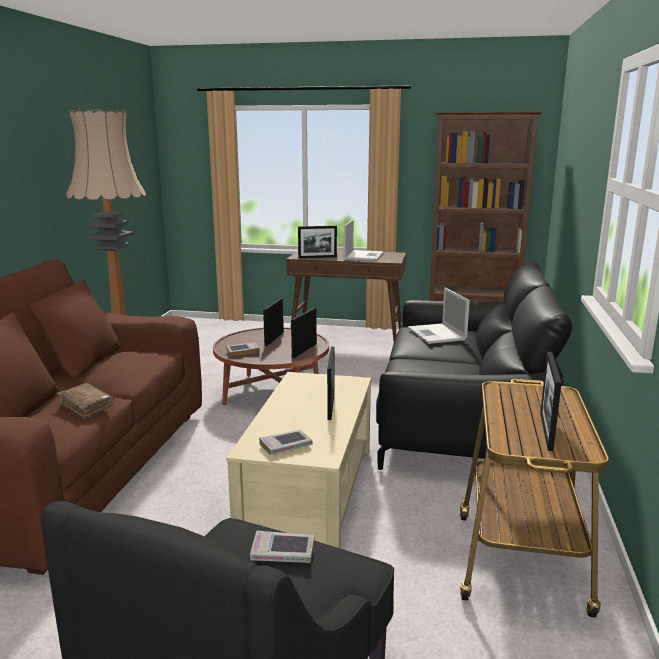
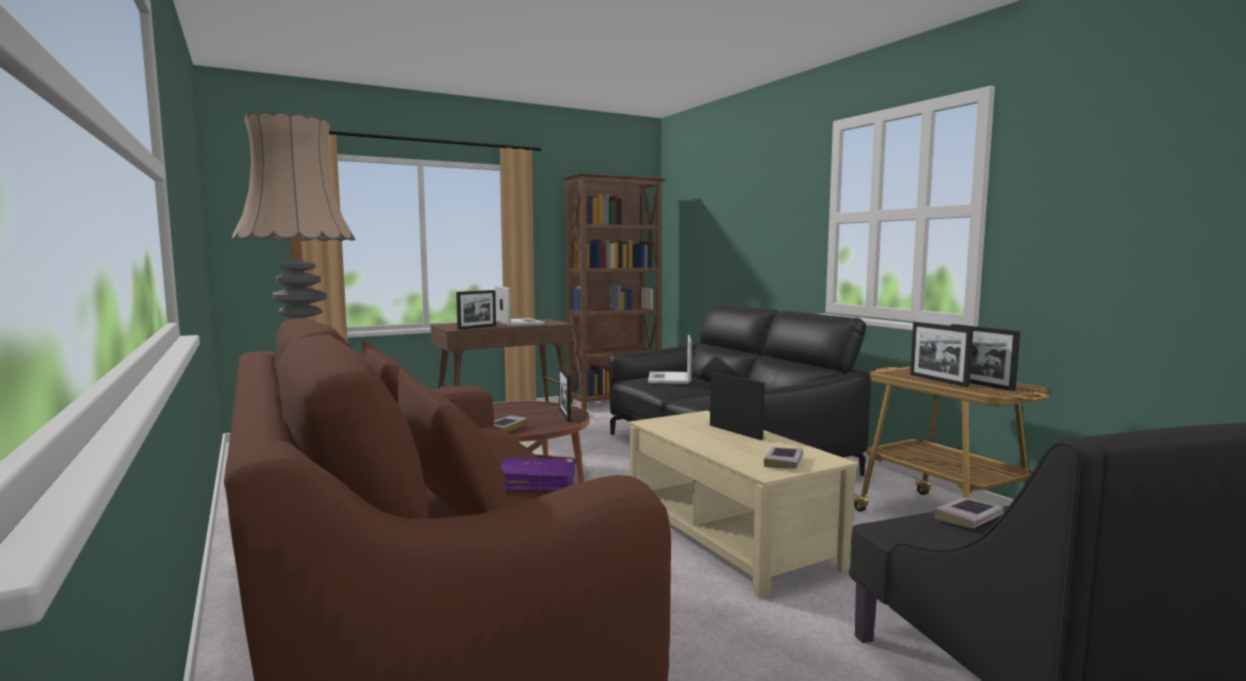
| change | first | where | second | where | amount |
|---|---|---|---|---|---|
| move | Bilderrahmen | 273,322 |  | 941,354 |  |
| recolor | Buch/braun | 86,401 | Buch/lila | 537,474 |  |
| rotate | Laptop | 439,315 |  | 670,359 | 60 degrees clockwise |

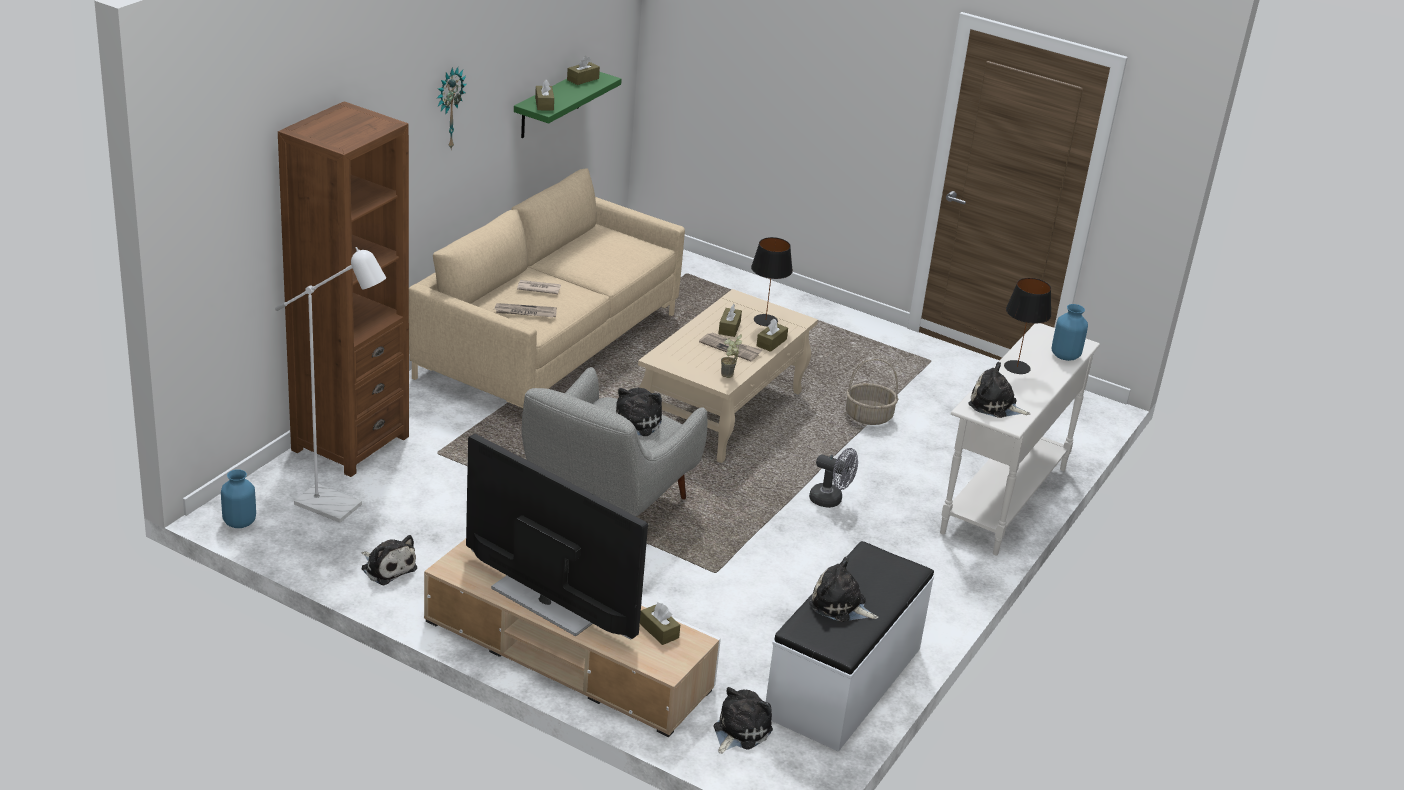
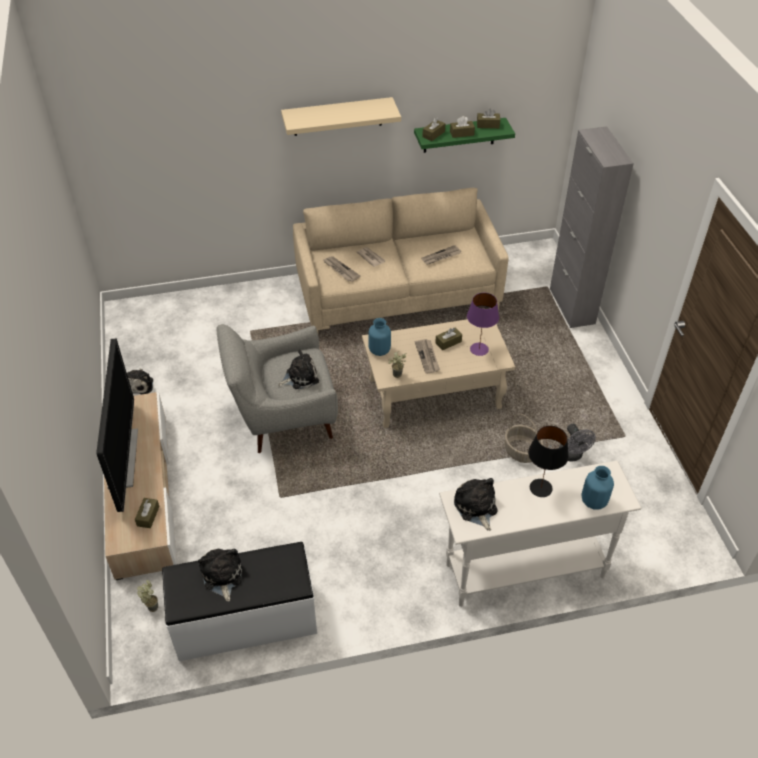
| change | first | where | second | where | amount |
|---|---|---|---|---|---|
| delete | Stehlampe/weiß | 330,385 |  |  |  |
| delete | Bücherregal/braun | 343,289 |  |  |  |
| insert |  |  | Zeitung | 441,255 |  |
| insert |  |  | Schrank/grau | 592,227 |  |
| move | Vase/blau | 238,498 |  | 379,337 |  |
| move | Taschentuchbox/braun | 772,335 |  | 462,127 |  |
| move | Ventilator/grau | 833,478 |  | 577,443 |  |
| replace | Wanduhr | 451,108 | Wandregal/beige | 341,116 |  |
| replace | Plüschtier | 743,720 | Topfpflanze | 147,596 |  |
| recolor | Tischlampe/schwarz | 772,281 | Tischlampe/lila | 483,324 |  |

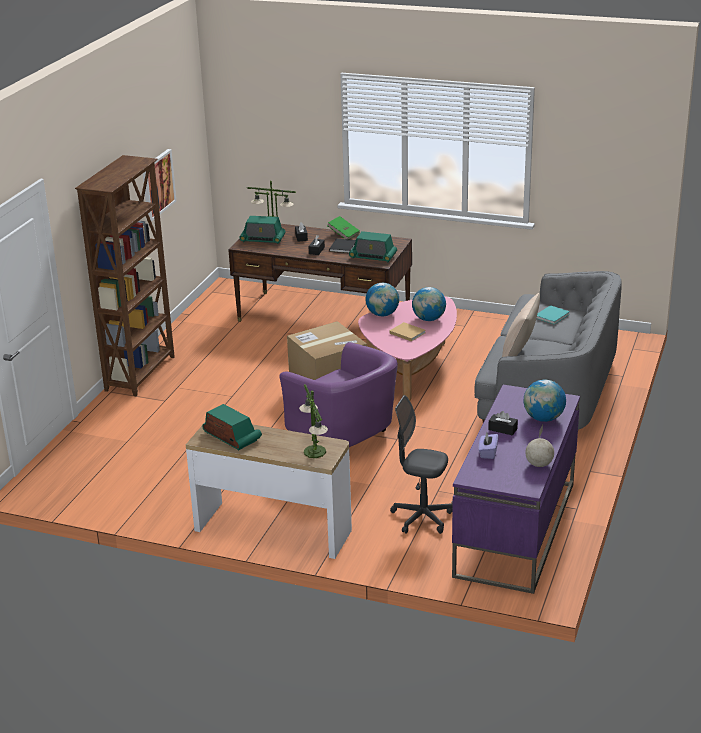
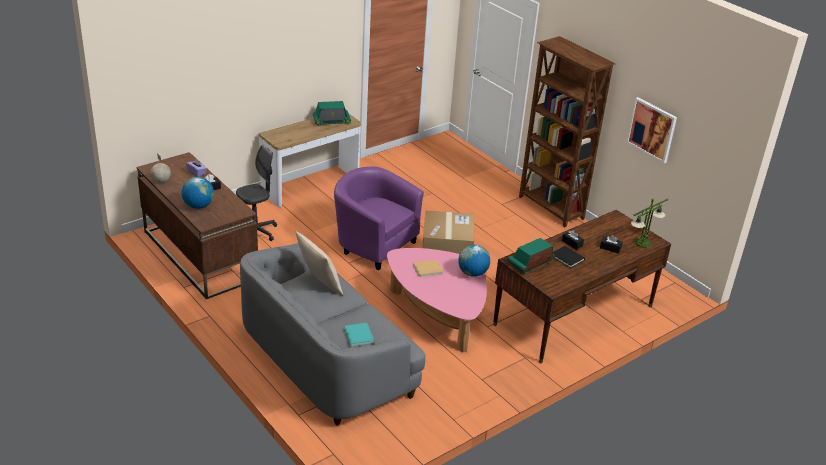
| change | first | where | second | where | amount |
|---|---|---|---|---|---|
| delete | Radio | 262,230 |  |  |  |
| delete | Tischlampe | 313,421 |  |  |  |
| delete | Buch/grün | 343,227 |  |  |  |
| delete | Globus | 429,304 |  |  |  |
| recolor | Schreibtisch/lila | 516,489 | Schreibtisch/braun | 197,225 |  |
| rotate | Sessel/lila | 338,394 |  | 379,219 | 45 degrees clockwise |

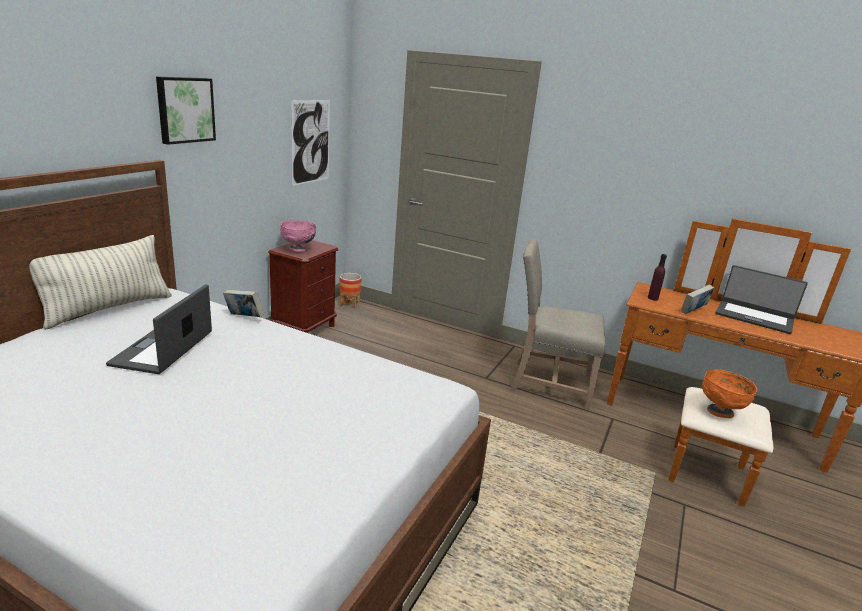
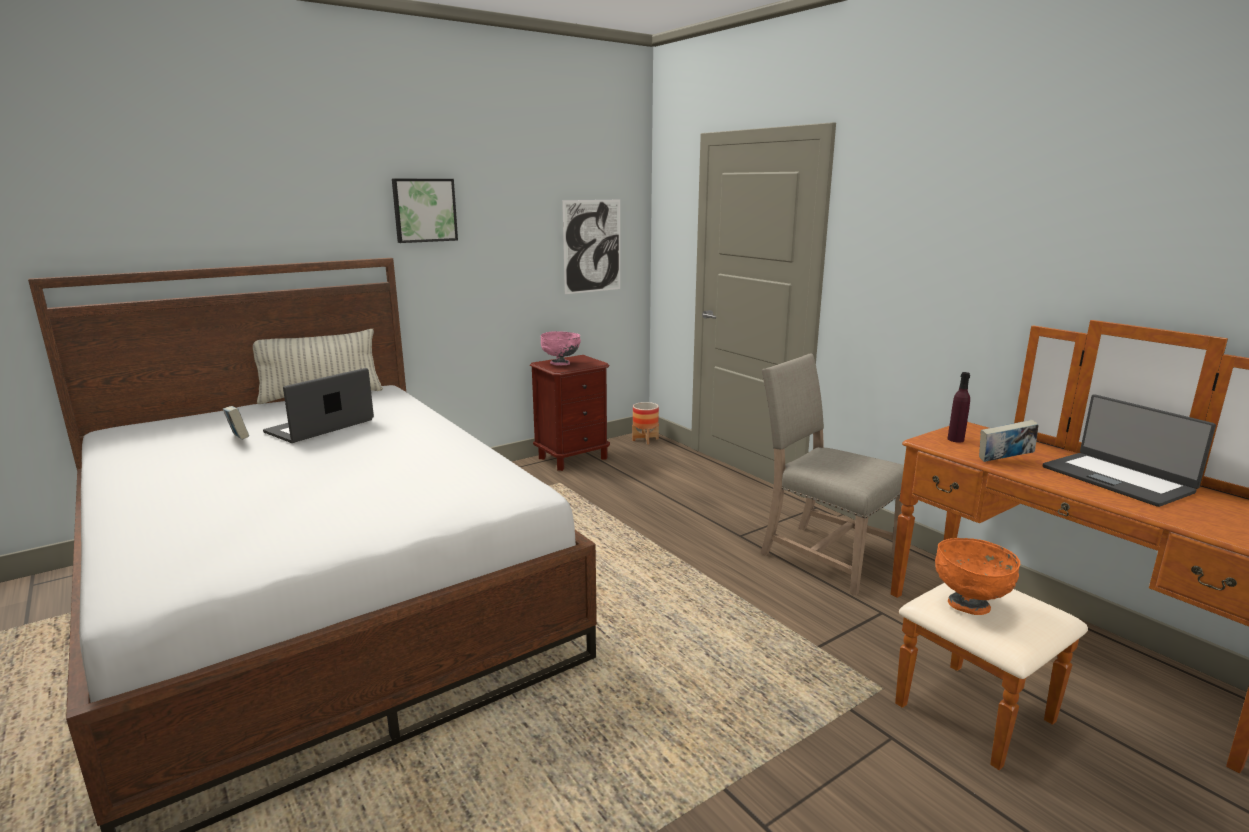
| change | first | where | second | where | amount |
|---|---|---|---|---|---|
| move | Buch | 244,303 |  | 236,423 |  |

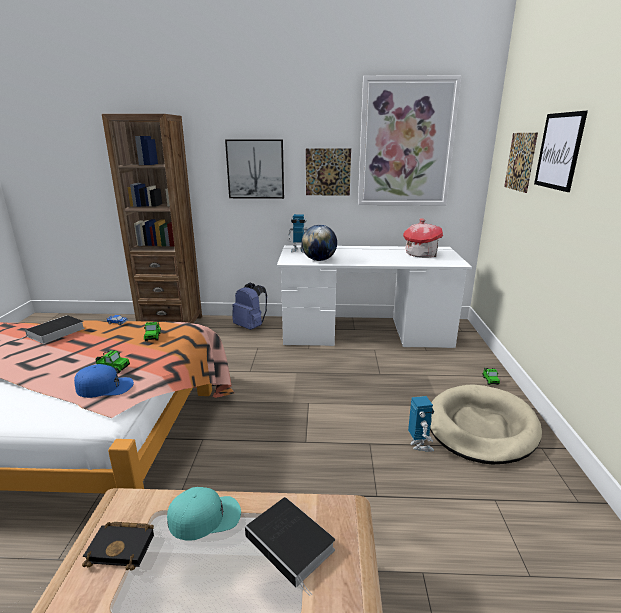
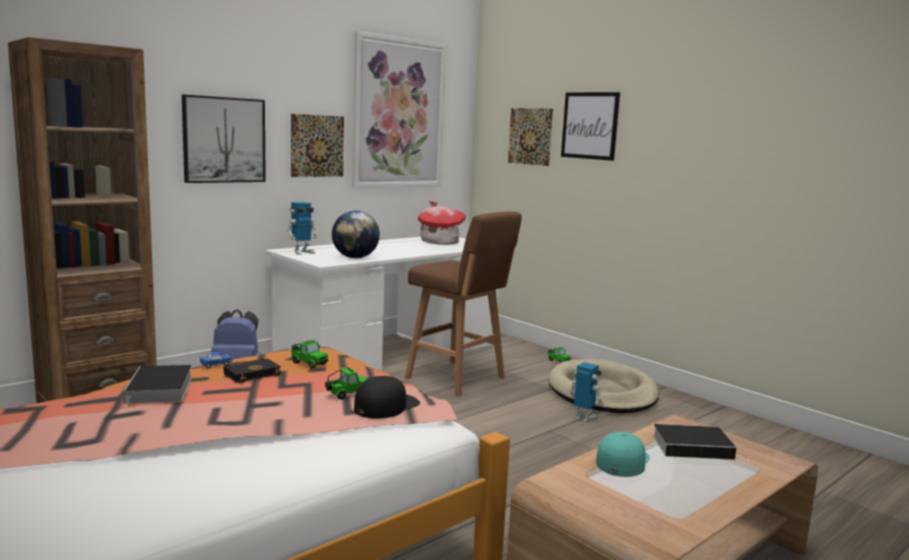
| change | first | where | second | where | amount |
|---|---|---|---|---|---|
| insert |  |  | Hocker/braun | 463,304 |  |
| move | Buch/schwarz | 118,546 |  | 252,370 |  |
| recolor | Kappe/blau | 104,381 | Kappe/schwarz | 387,397 |  |

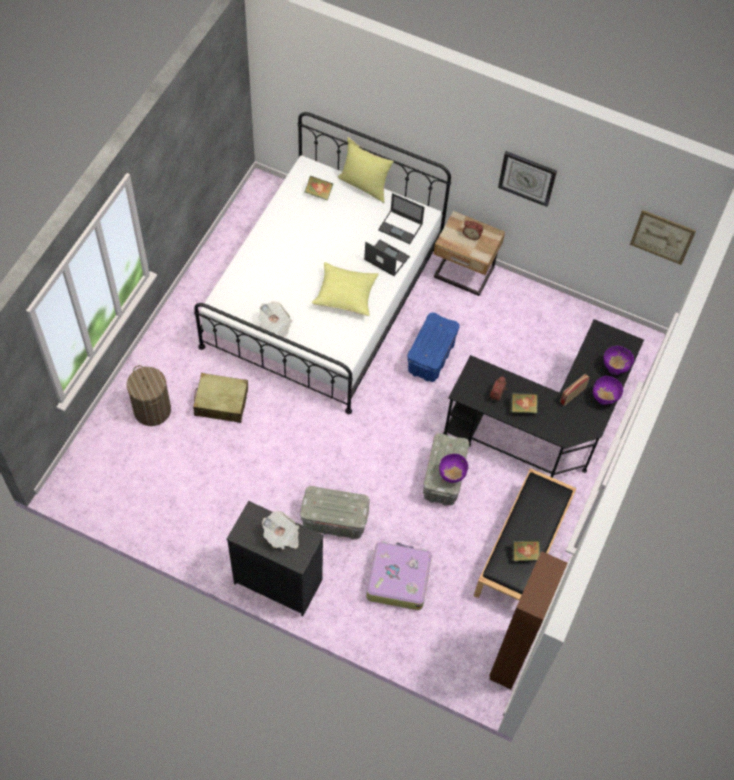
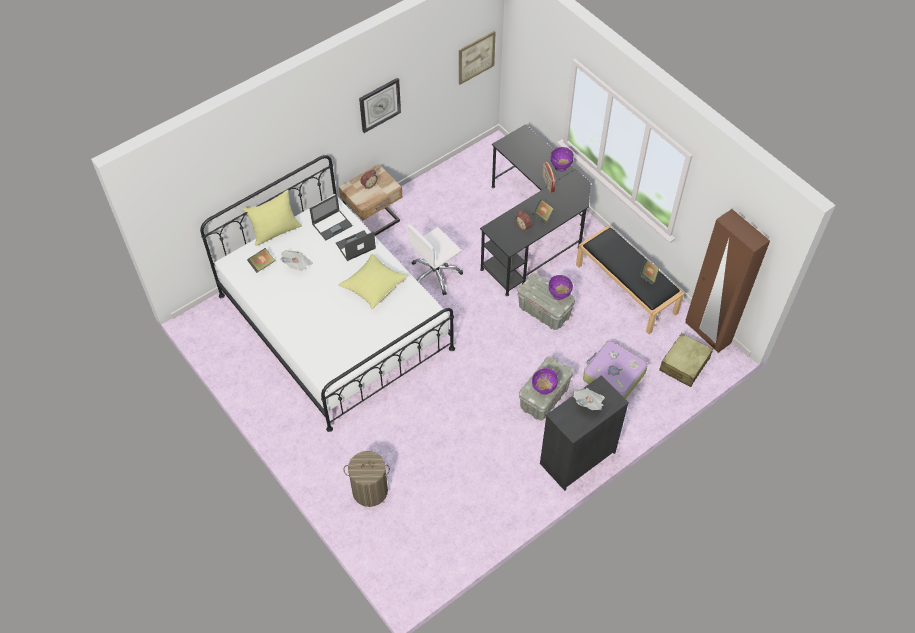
| change | first | where | second | where | amount |
|---|---|---|---|---|---|
| move | Koffer/beige | 220,398 |  | 686,360 |  |
| move | Zeitung | 275,319 |  | 296,260 |  |
| move | Schüssel/lila | 619,360 |  | 545,381 |  |
| replace | Aufbewahrungsbox/blau | 433,347 | Bürostuhl/weiß | 435,259 |  |

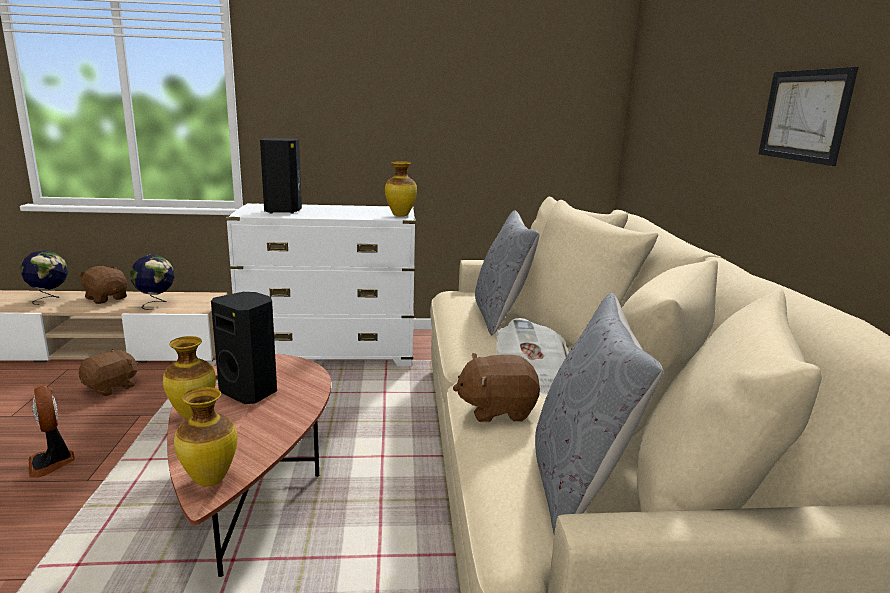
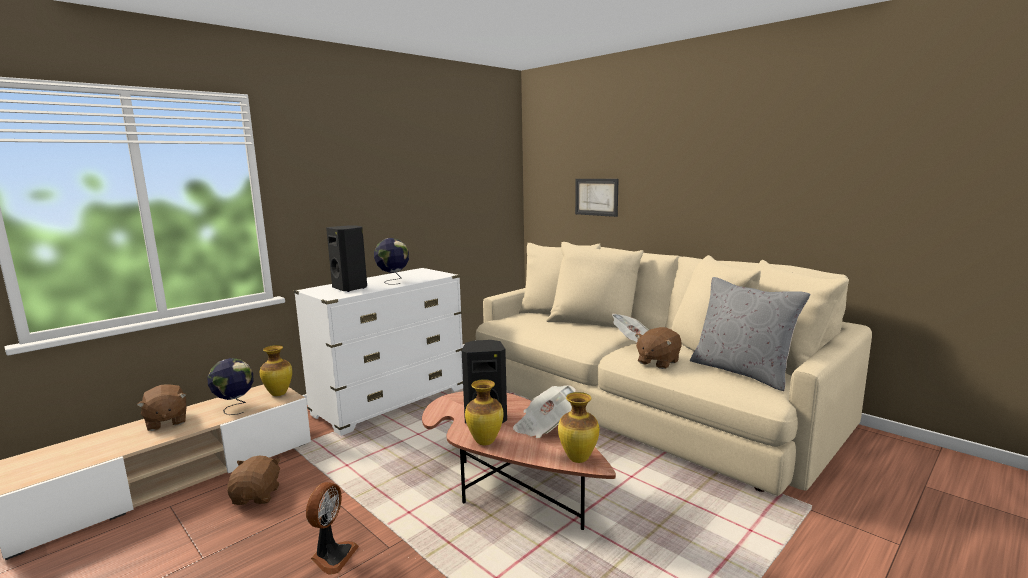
| change | first | where | second | where | amount |
|---|---|---|---|---|---|
| delete | Kissen/grau | 507,272 |  |  |  |
| insert |  |  | Zeitung | 544,411 |  |
| move | Globus | 44,277 |  | 391,261 |  |
| move | Vase | 401,189 |  | 276,370 |  |
| move | Bild | 808,116 |  | 596,198 |  |
| rotate | Ventilator | 52,432 |  | 332,528 | 90 degrees counterclockwise |
| rotate | Plüschtier/braun | 102,285 |  | 162,407 | 120 degrees counterclockwise |

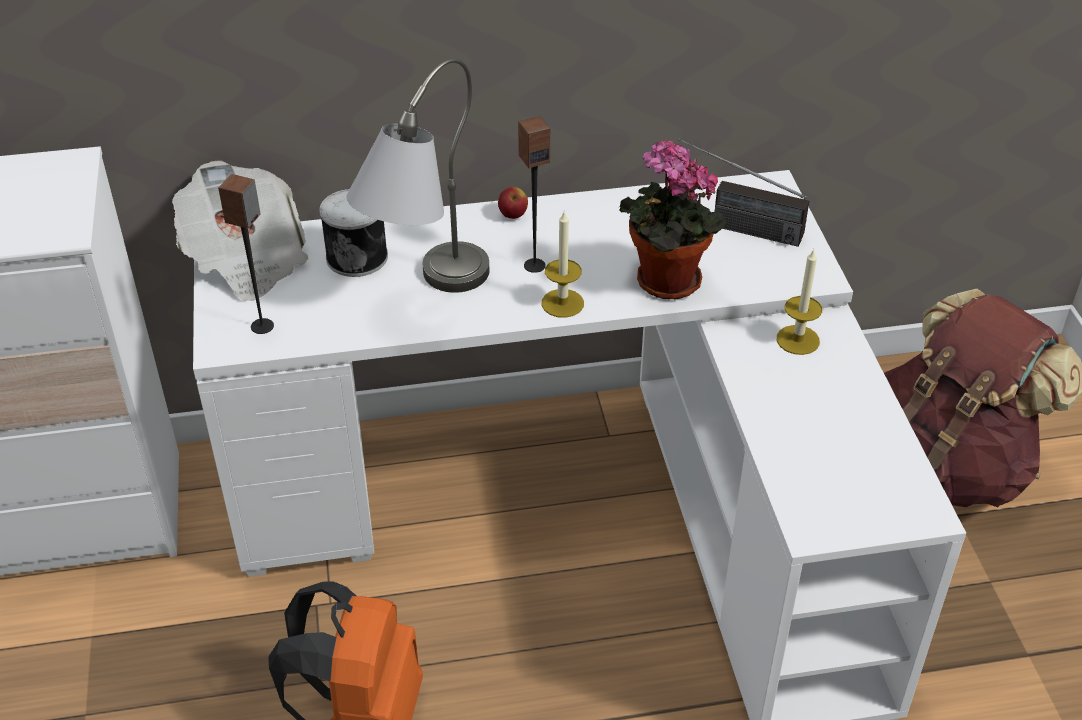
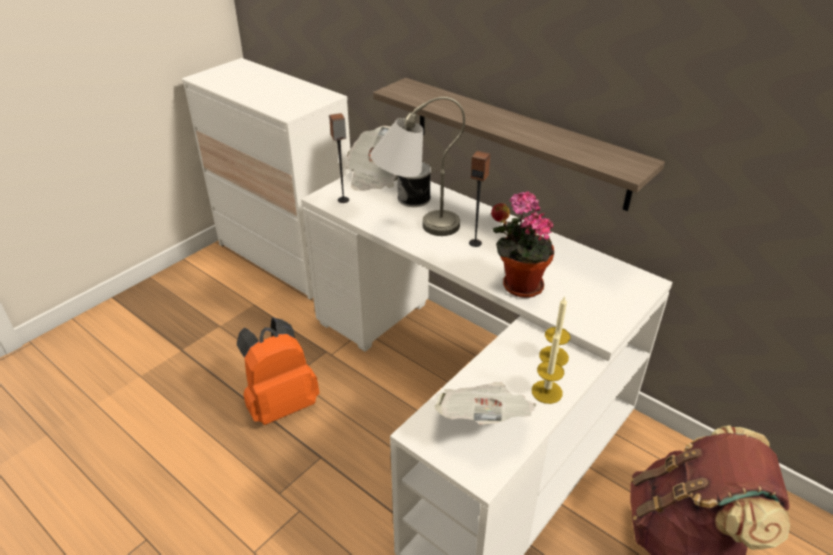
| change | first | where | second | where | amount |
|---|---|---|---|---|---|
| delete | Radio | 743,193 |  |  |  |
| insert |  |  | Wandregal | 519,144 |  |
| insert |  |  | Zeitung | 485,403 |  |
| move | Kerze | 563,265 |  | 548,367 |  |

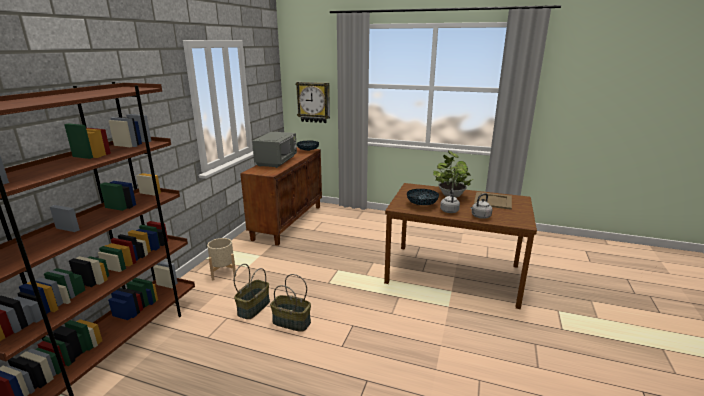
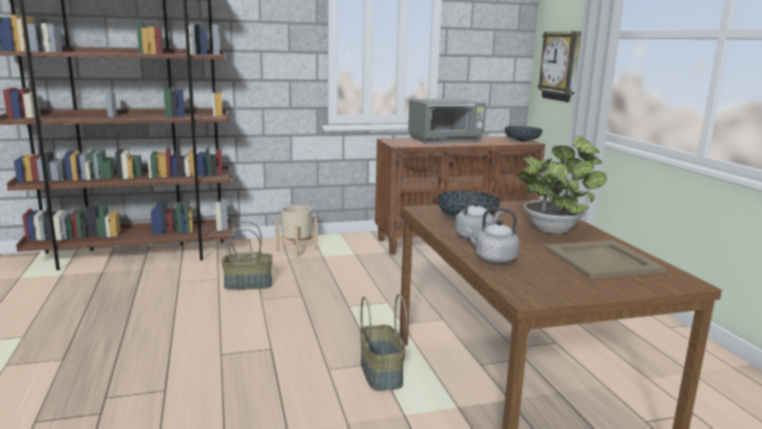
| change | first | where | second | where | amount |
|---|---|---|---|---|---|
| move | Korb | 290,303 |  | 383,342 |  |

